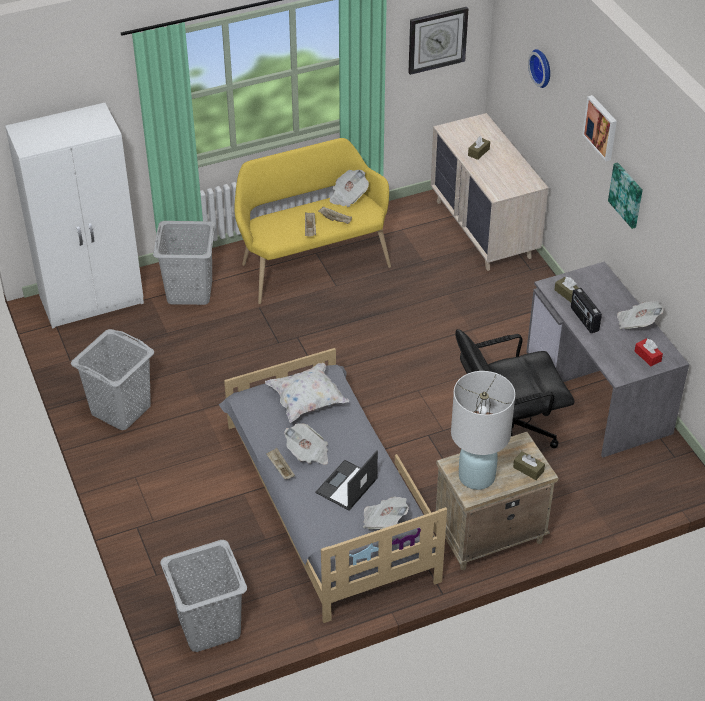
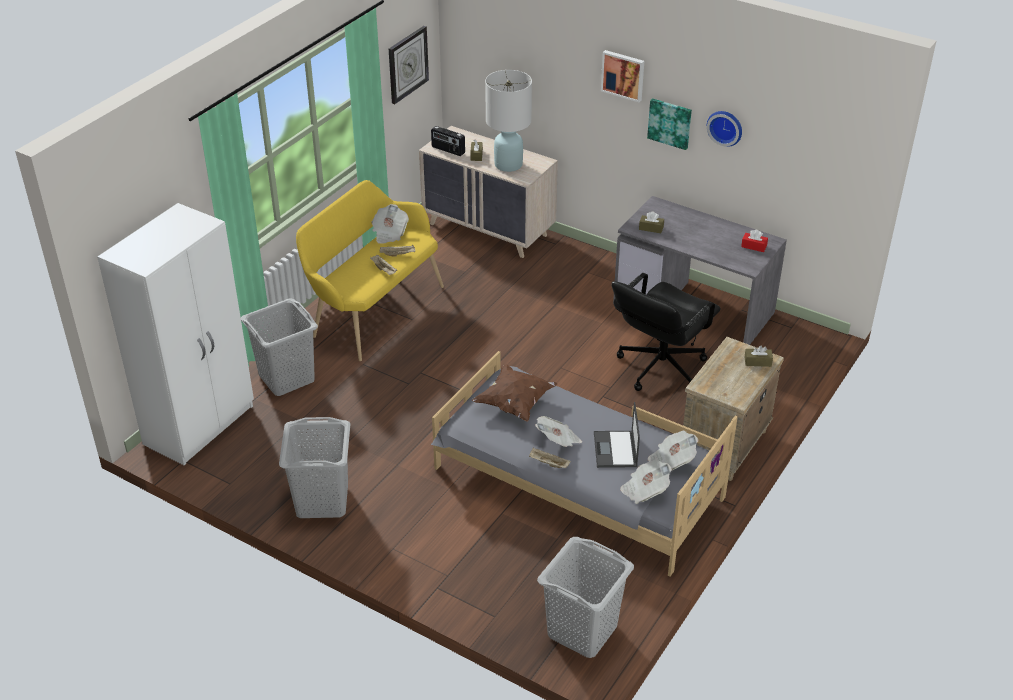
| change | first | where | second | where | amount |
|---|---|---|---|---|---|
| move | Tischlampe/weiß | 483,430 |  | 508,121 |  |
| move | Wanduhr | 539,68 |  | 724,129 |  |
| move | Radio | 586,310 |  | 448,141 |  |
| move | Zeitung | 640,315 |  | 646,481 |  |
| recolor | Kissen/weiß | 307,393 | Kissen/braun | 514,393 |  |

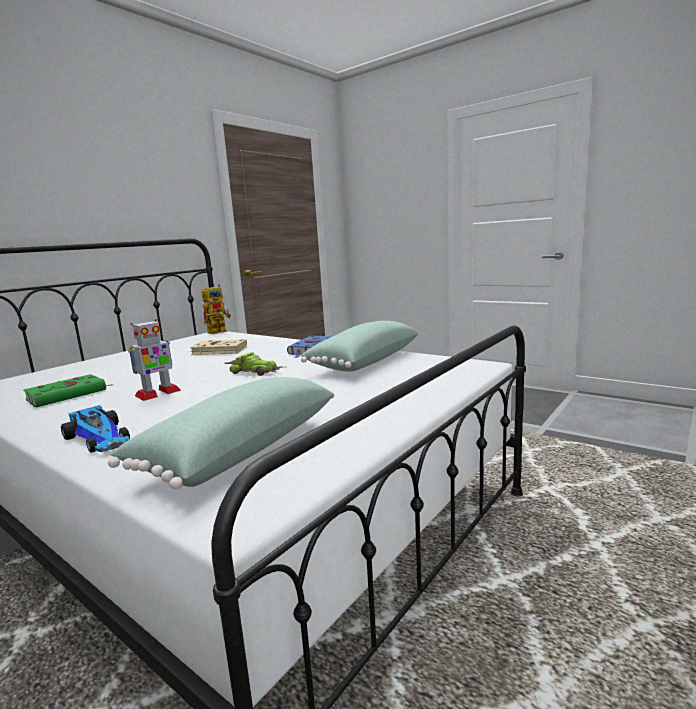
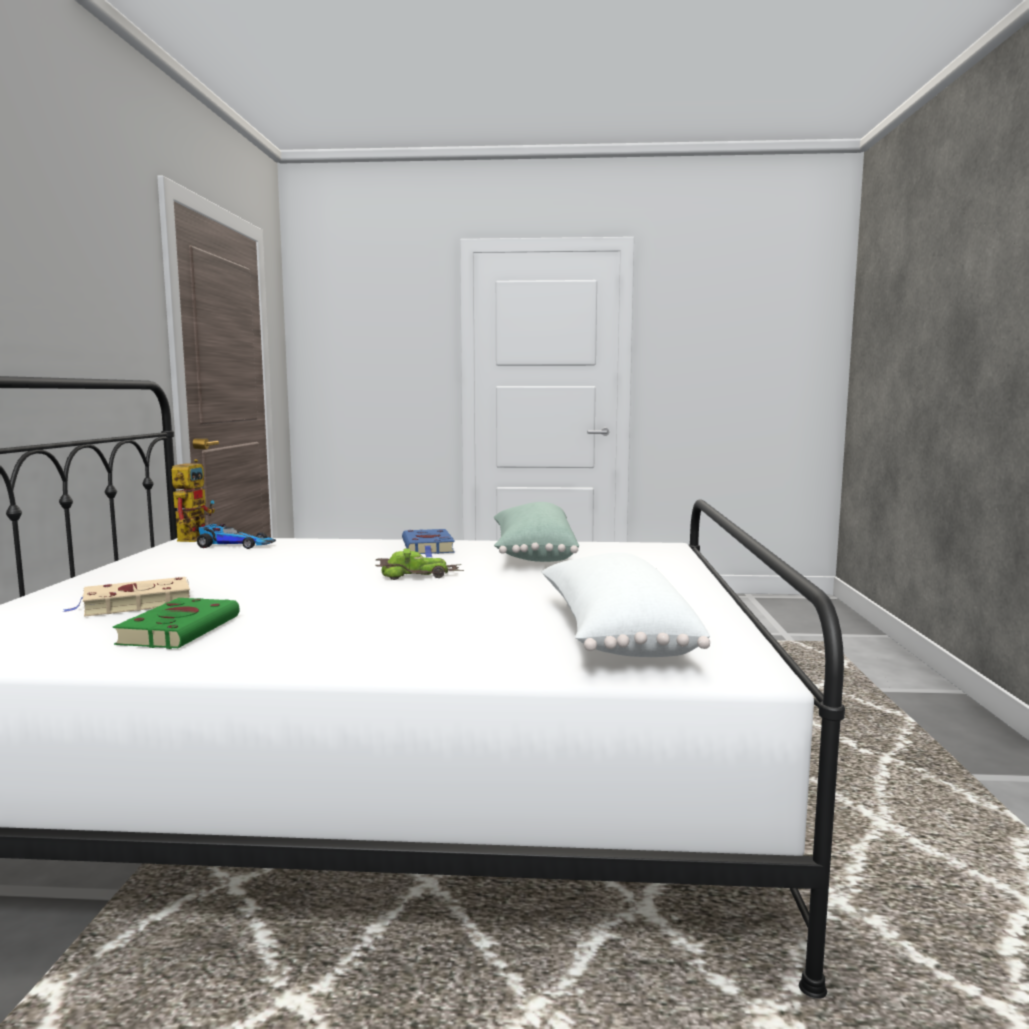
| change | first | where | second | where | amount |
|---|---|---|---|---|---|
| delete | Spielzeugroboter | 154,360 |  |  |  |
| move | Spielzeugauto | 95,429 |  | 236,536 |  |
| move | Buch/beige | 218,347 |  | 126,597 |  |
| recolor | Kissen/grün | 221,433 | Kissen/weiß | 626,604 |  |

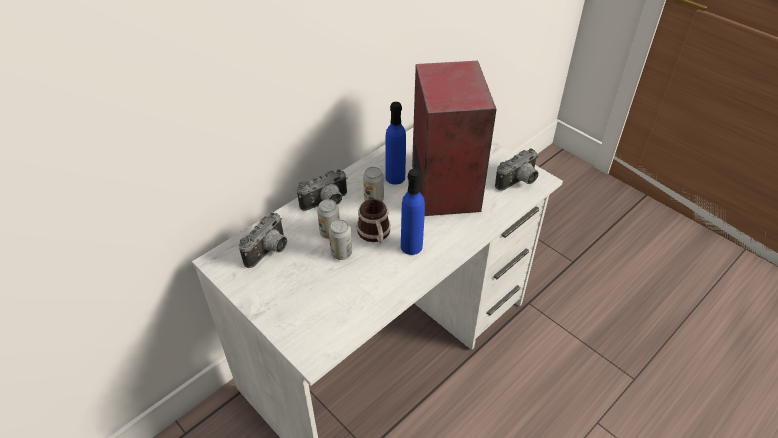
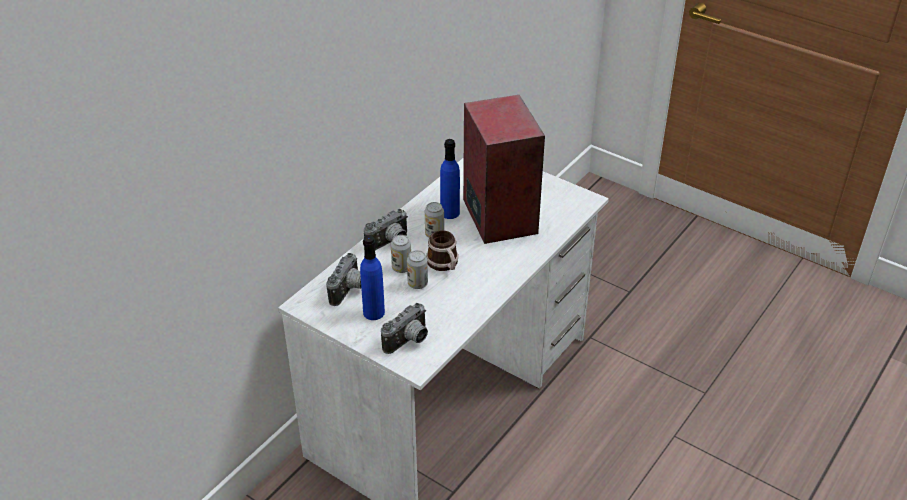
| change | first | where | second | where | amount |
|---|---|---|---|---|---|
| move | Flasche/blau | 413,212 |  | 372,277 |  |
| move | Kamera | 516,169 |  | 404,328 |  |

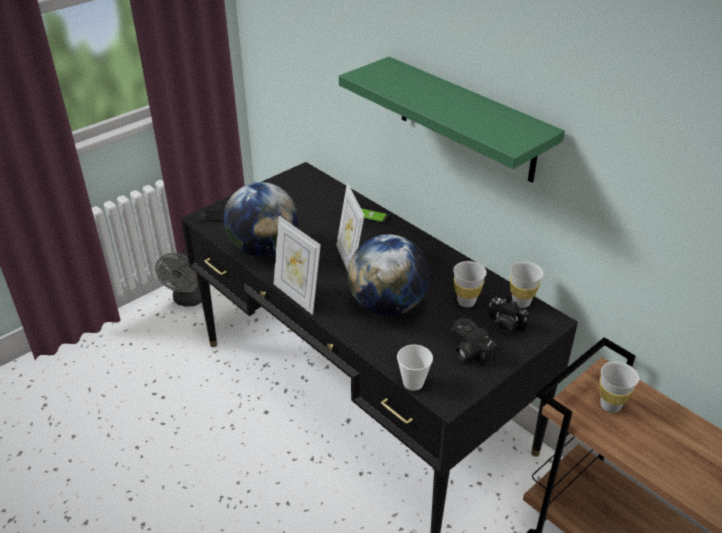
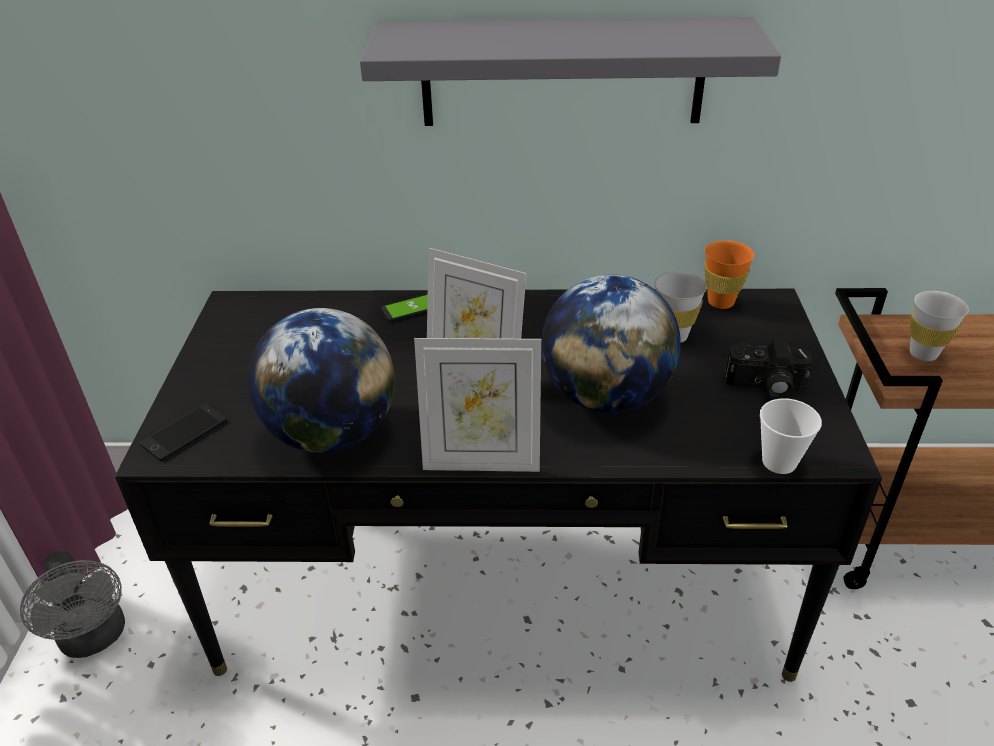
| change | first | where | second | where | amount |
|---|---|---|---|---|---|
| delete | Kamera | 509,316 |  |  |  |
| recolor | Wandregal/grün | 452,119 | Wandregal/grau | 570,71 |  |
| recolor | Tasse/weiß | 526,285 | Tasse/orange | 729,274 |  |

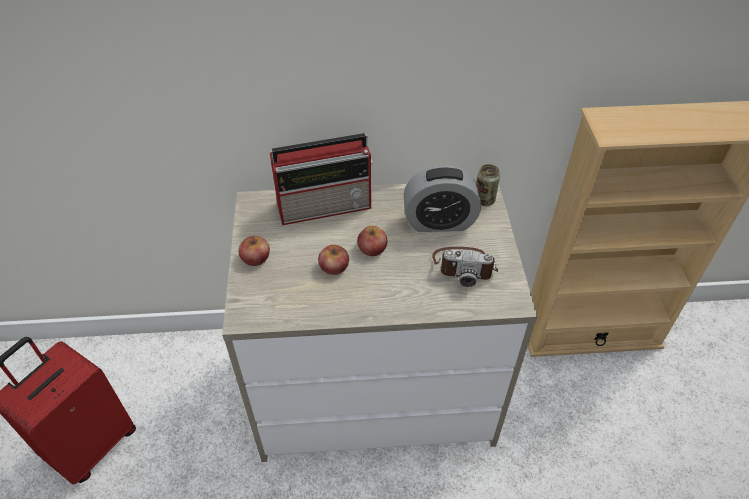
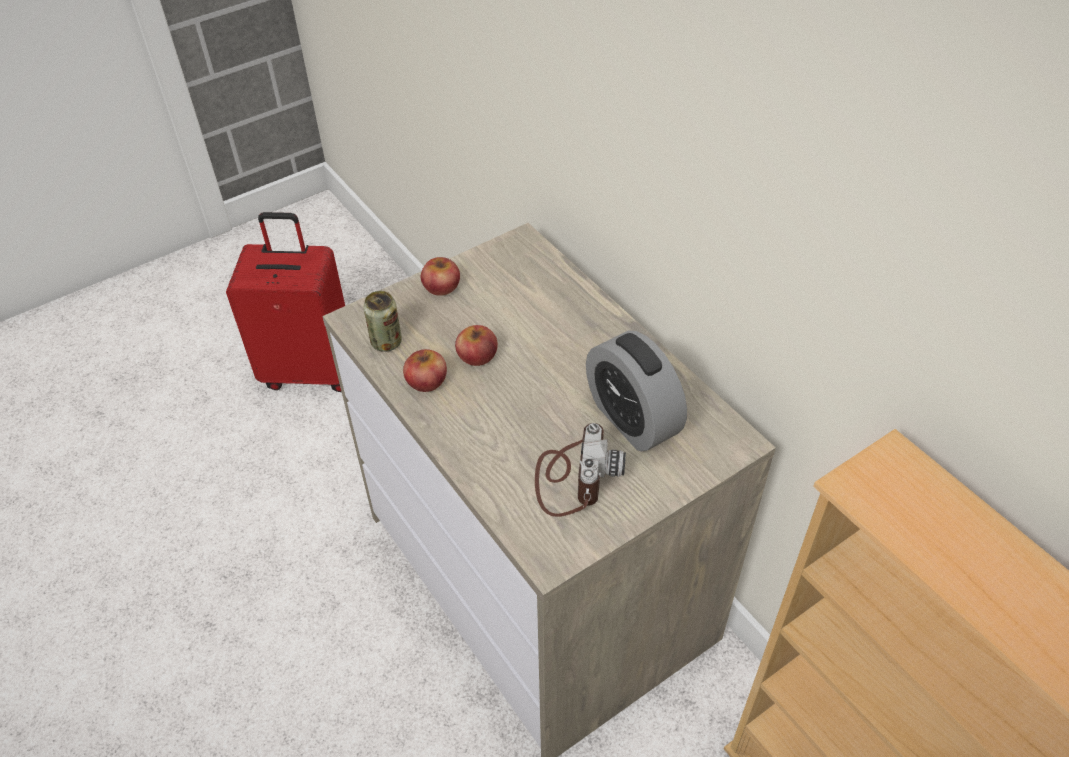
| change | first | where | second | where | amount |
|---|---|---|---|---|---|
| delete | Radio | 321,179 |  |  |  |
| move | Apfel | 372,241 |  | 425,370 |  |
| move | Dose | 488,185 |  | 382,321 |  |
| rotate | Kamera | 465,267 |  | 580,470 | 150 degrees counterclockwise |

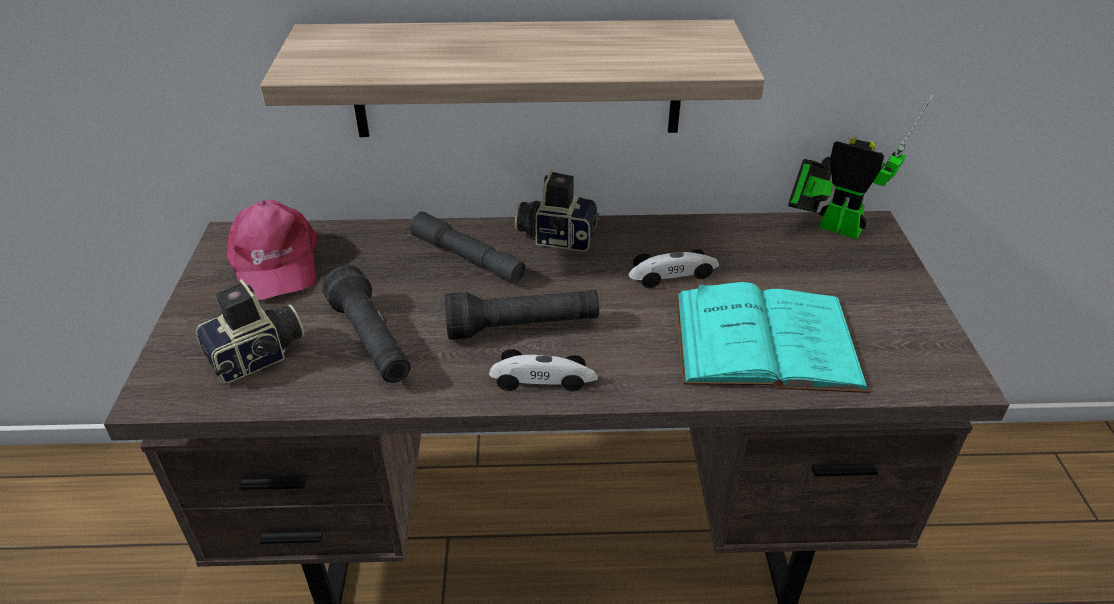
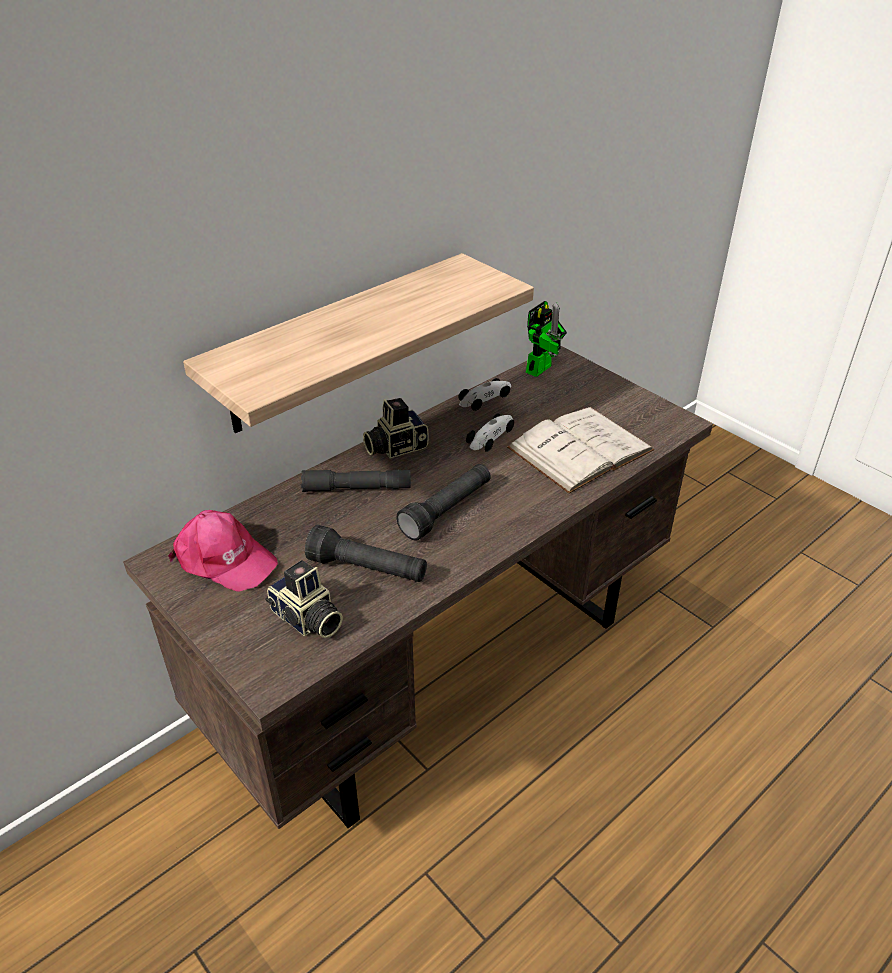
| change | first | where | second | where | amount |
|---|---|---|---|---|---|
| move | Spielzeugauto | 543,370 |  | 485,394 |  |
| recolor | Buch/türkis | 773,337 | Buch/weiß | 580,450 |  |
| rotate | Kamera | 250,331 |  | 304,599 | 120 degrees clockwise |
| rotate | Spielzeugroboter | 860,167 |  | 546,339 | 135 degrees clockwise |

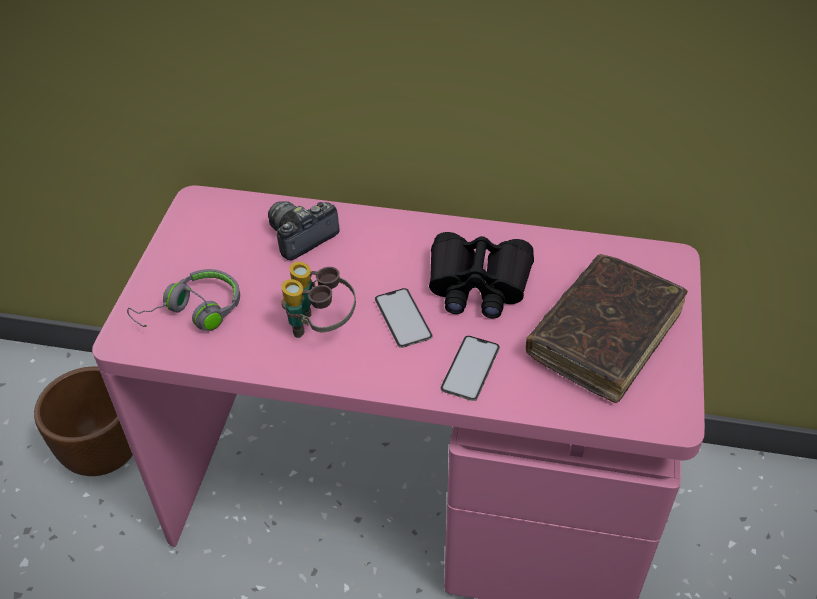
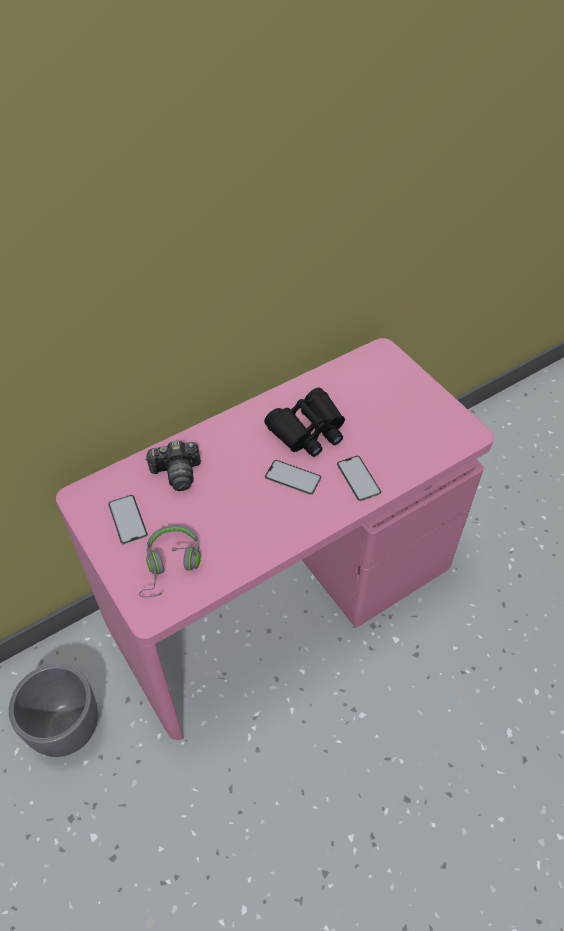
| change | first | where | second | where | amount |
|---|---|---|---|---|---|
| delete | Fernglas | 318,300 |  |  |  |
| delete | Buch/braun | 607,328 |  |  |  |
| insert |  |  | Handy | 128,519 |  |
| recolor | Pflanzkübel/braun | 83,421 | Pflanzkübel/grau | 53,710 |  |
| rotate | Kamera | 304,230 |  | 173,465 | 105 degrees counterclockwise |

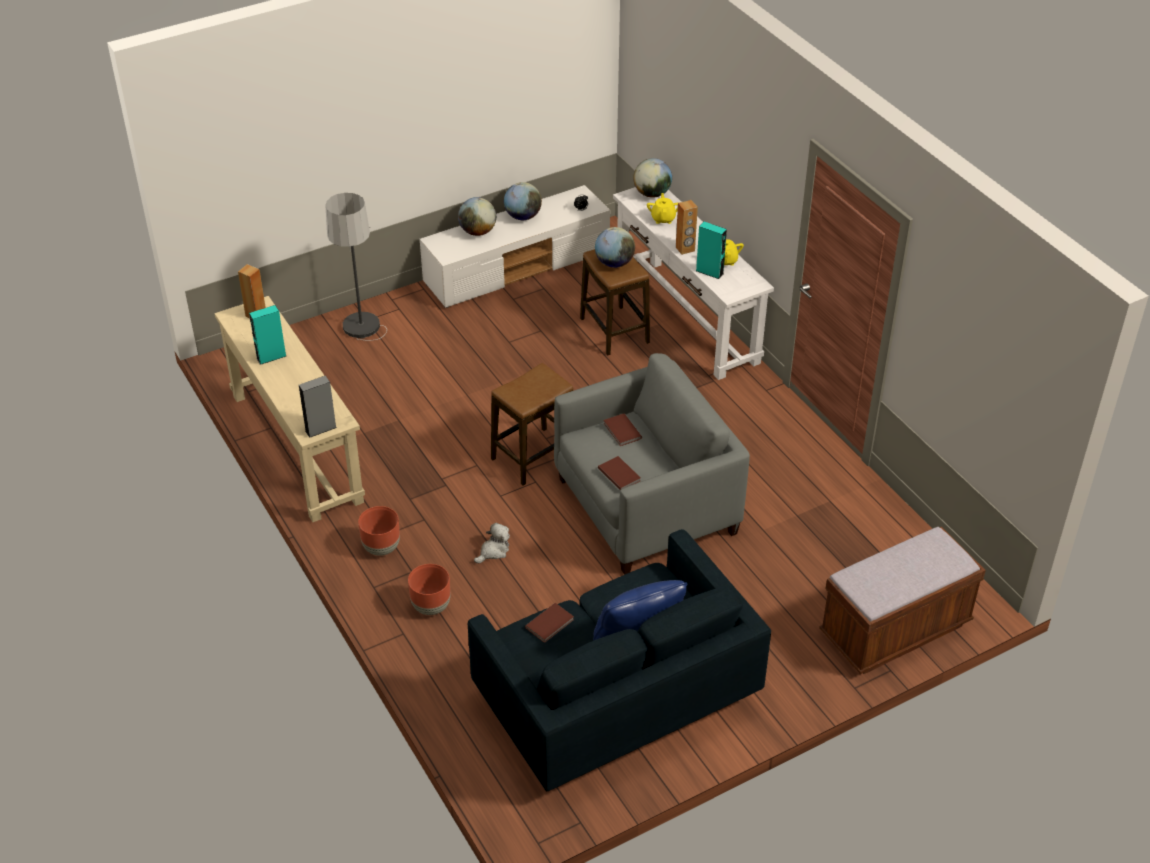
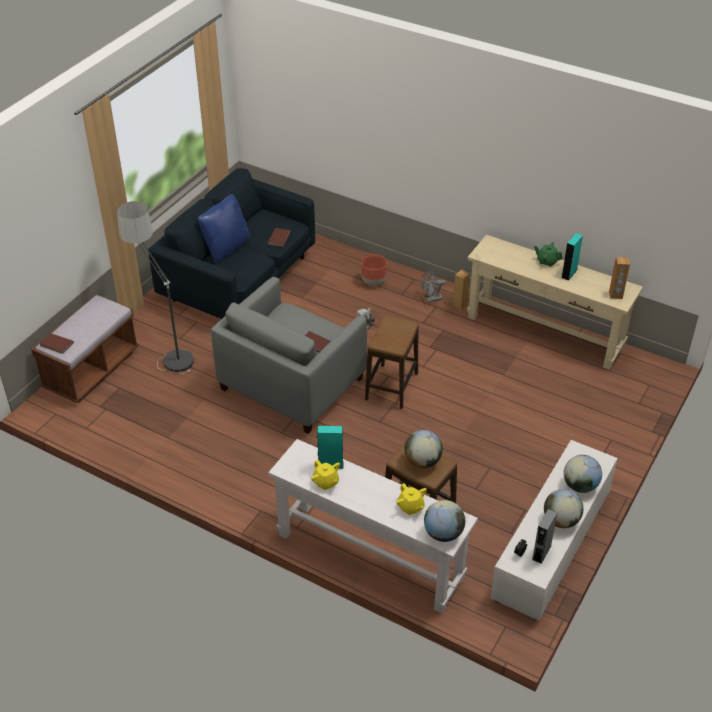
| change | first | where | second | where | amount |
|---|---|---|---|---|---|
| insert |  |  | Teekanne/grün | 548,254 |  |
| move | Lautsprecher/grau | 318,407 |  | 544,536 |  |
| move | Stehlampe | 356,267 |  | 155,287 |  |
| move | Buch/braun | 619,473 |  | 56,343 |  |
| move | Lautsprecher/braun | 687,227 |  | 461,290 |  |
| replace | Pflanzkübel/braun | 379,531 | Ventilator/grau | 433,286 |  |

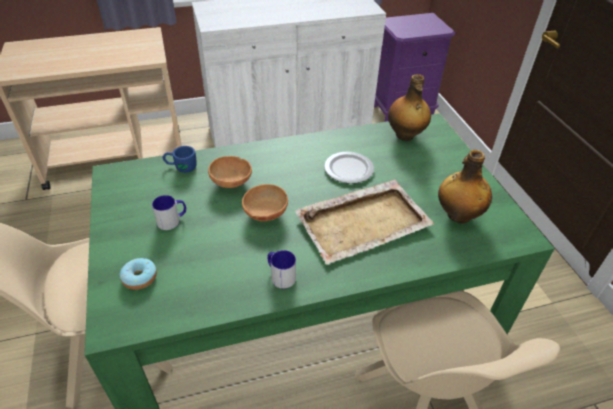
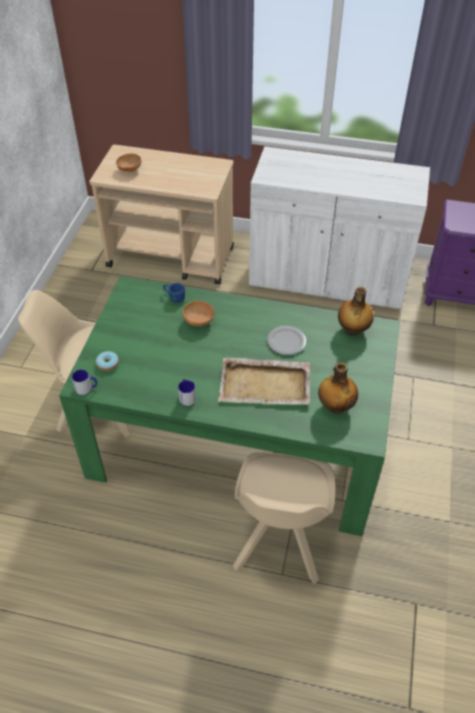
| change | first | where | second | where | amount |
|---|---|---|---|---|---|
| move | Henkelbecher | 169,212 |  | 84,382 |  |
| move | Schüssel/braun | 265,202 |  | 128,163 |  |

